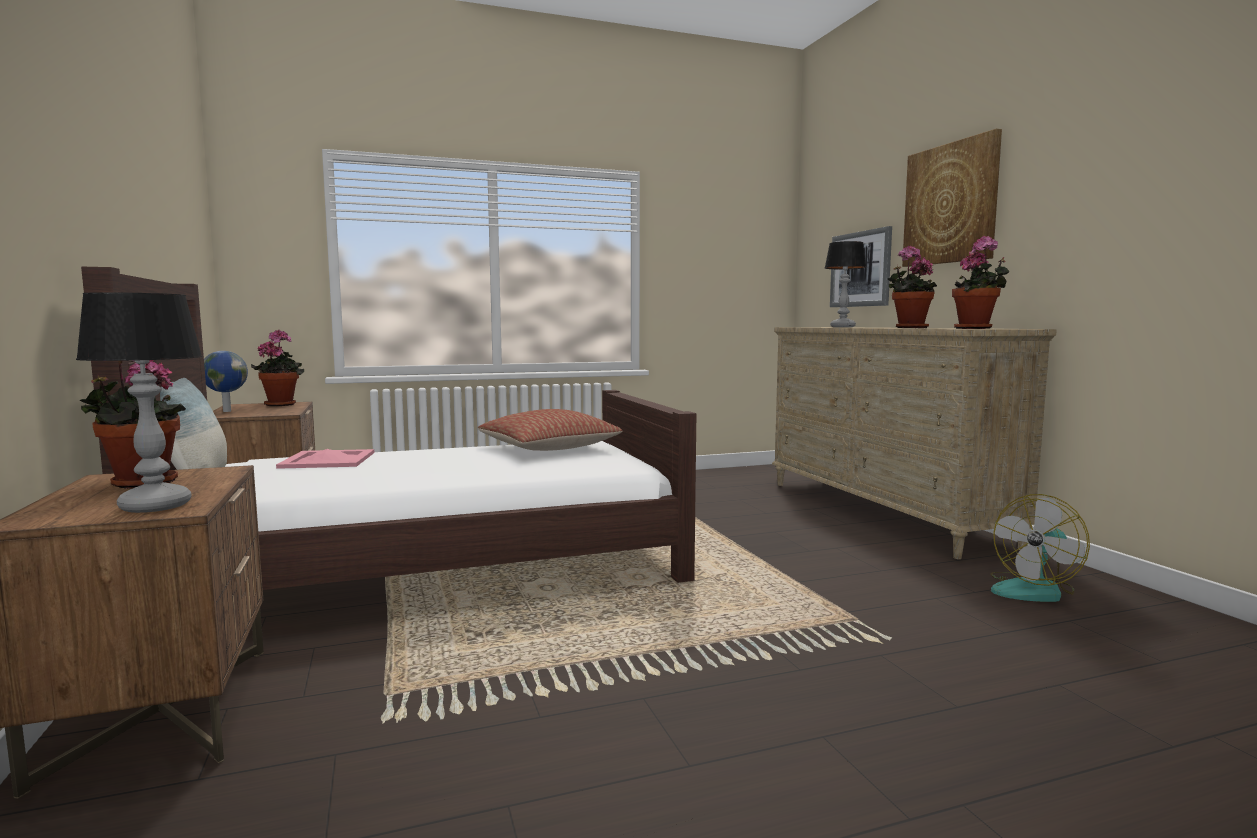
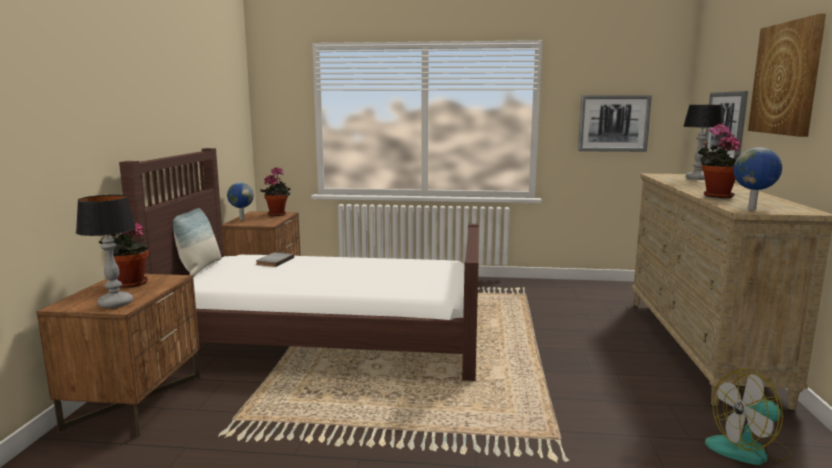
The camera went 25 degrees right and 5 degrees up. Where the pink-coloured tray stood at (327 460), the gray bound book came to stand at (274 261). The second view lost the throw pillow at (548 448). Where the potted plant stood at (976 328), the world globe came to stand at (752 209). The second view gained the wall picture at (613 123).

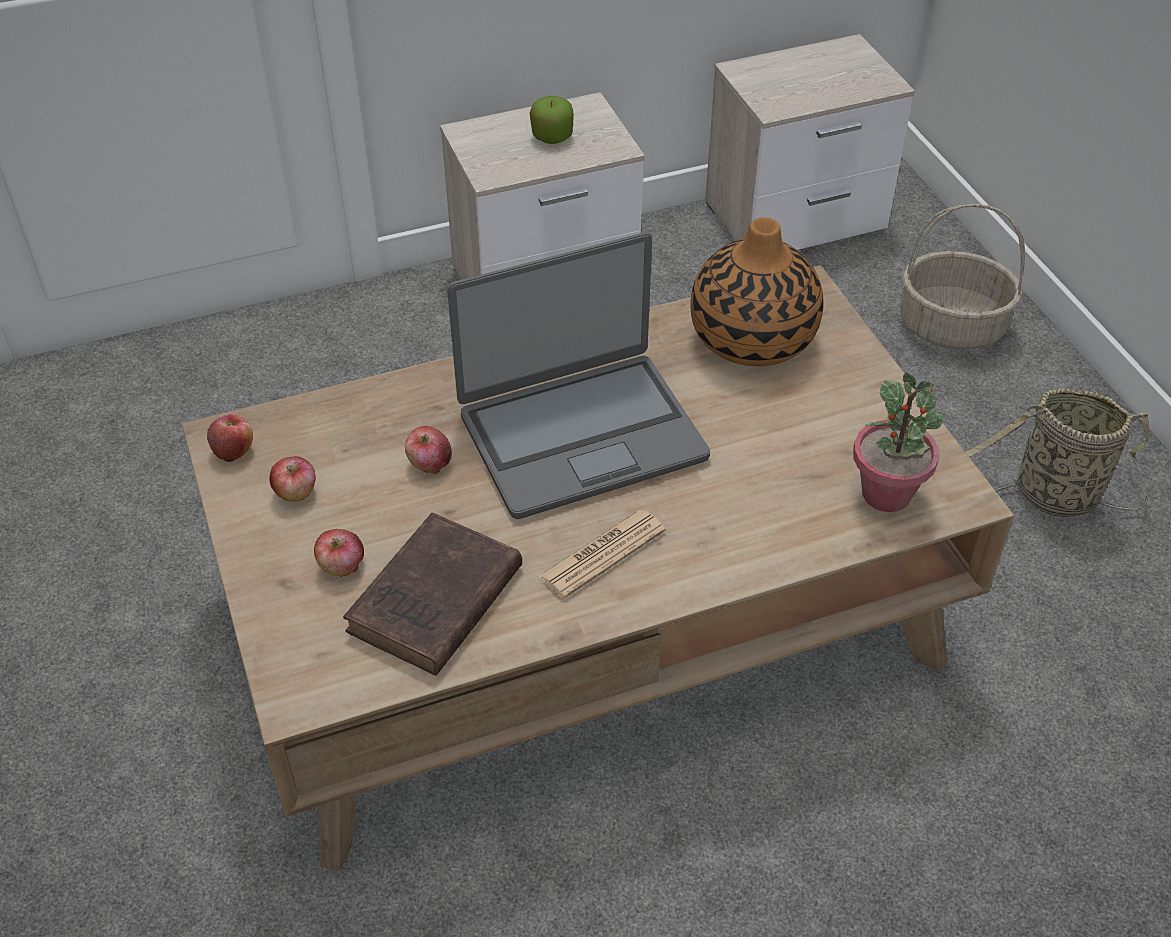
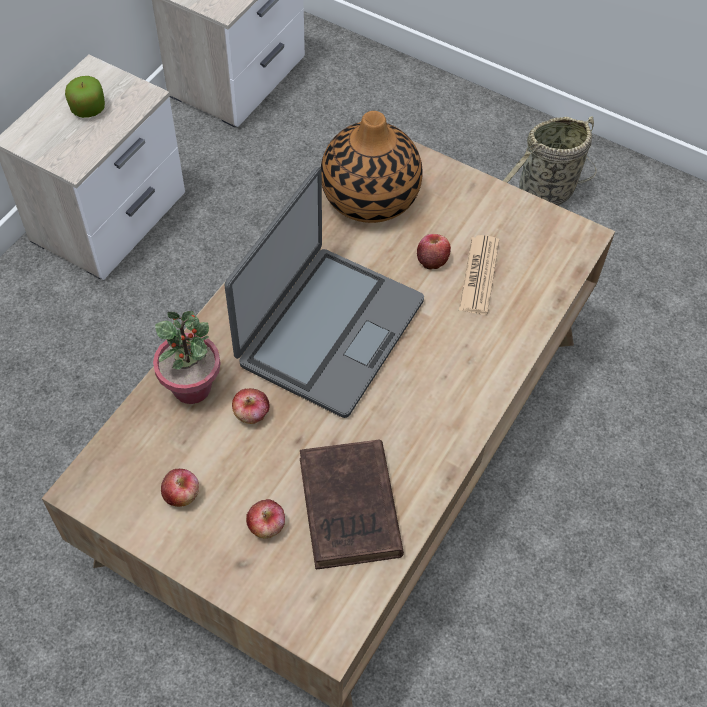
The camera went 40 degrees left and 10 degrees up. The whole apple ended up elsewhere, having gone from (234 450) to (432 259). The newspaper ended up elsewhere, having gone from (602 554) to (479 275). The potted plant ended up elsewhere, having gone from (887 493) to (192 387). The second view lost the storage basket at (950 327).

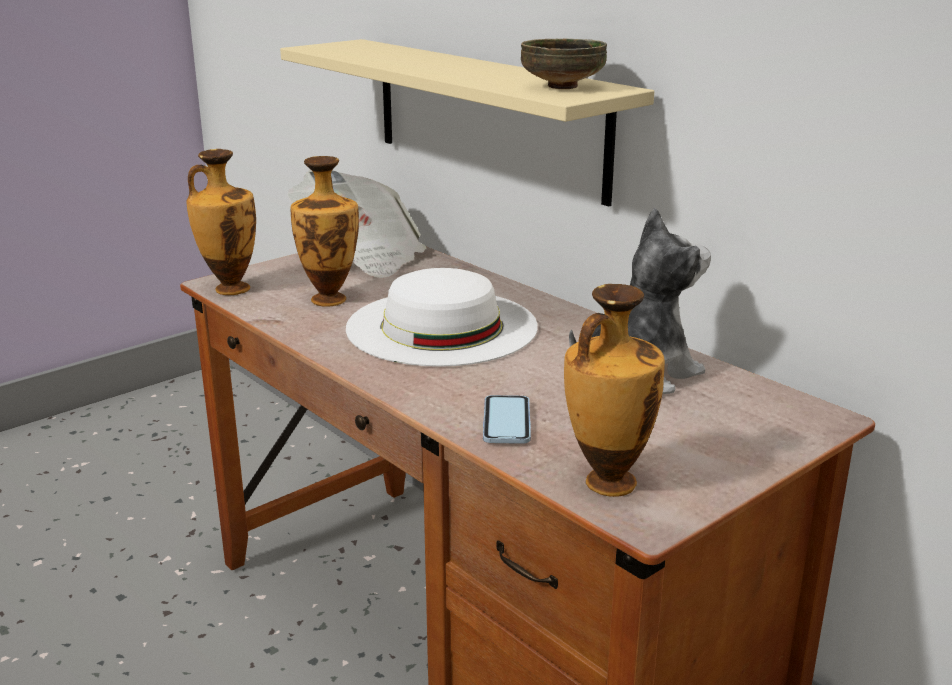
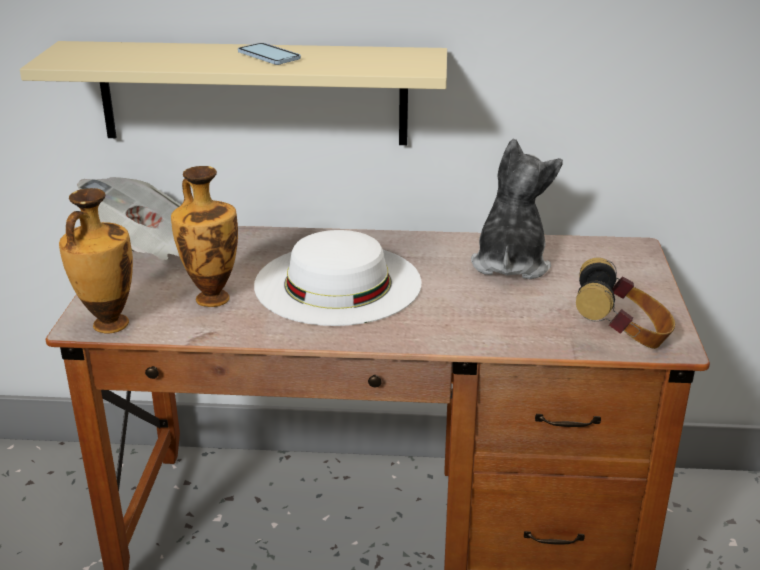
The camera went 45 degrees left and 5 degrees up. The telephone ended up elsewhere, having gone from (506 422) to (269 56). The second view lost the serving bowl at (562 87). Where the decorative vase stood at (606 483), the headset came to stand at (621 337).

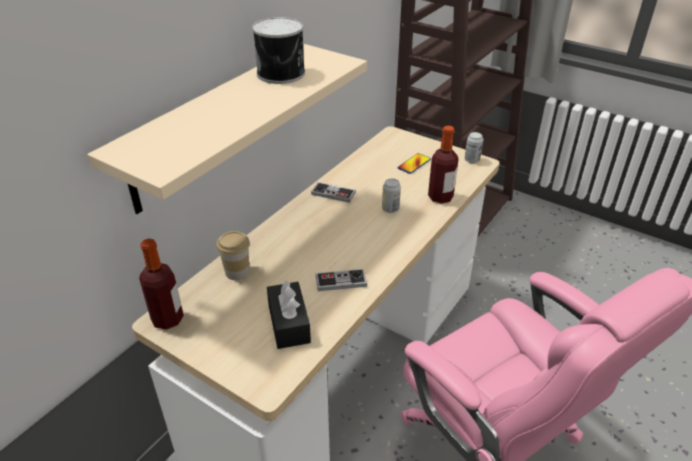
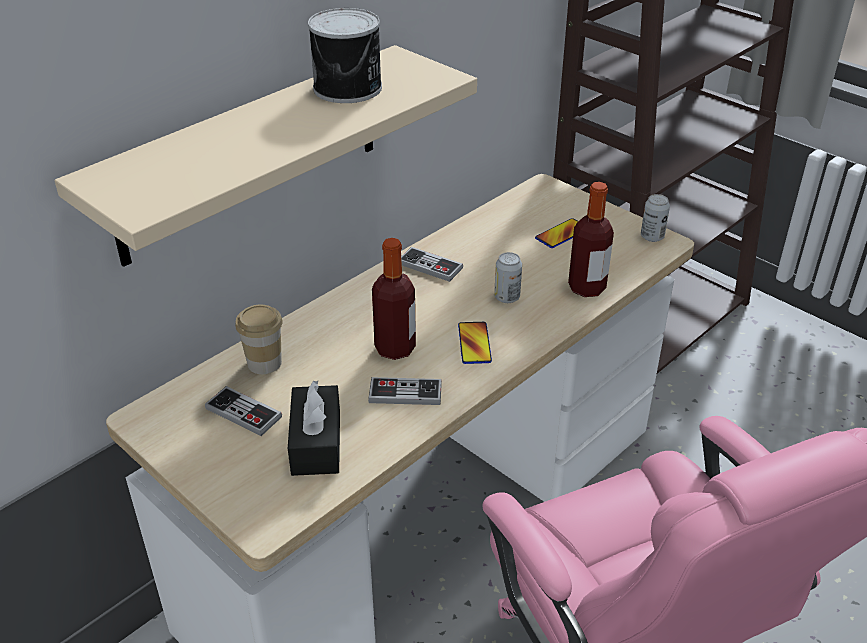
The camera went 10 degrees right and 0 degrees up. The beverage bottle ended up elsewhere, having gone from (167 319) to (395 348). The second view gained the joypad at (243 413). The second view gained the telephone at (474 343).

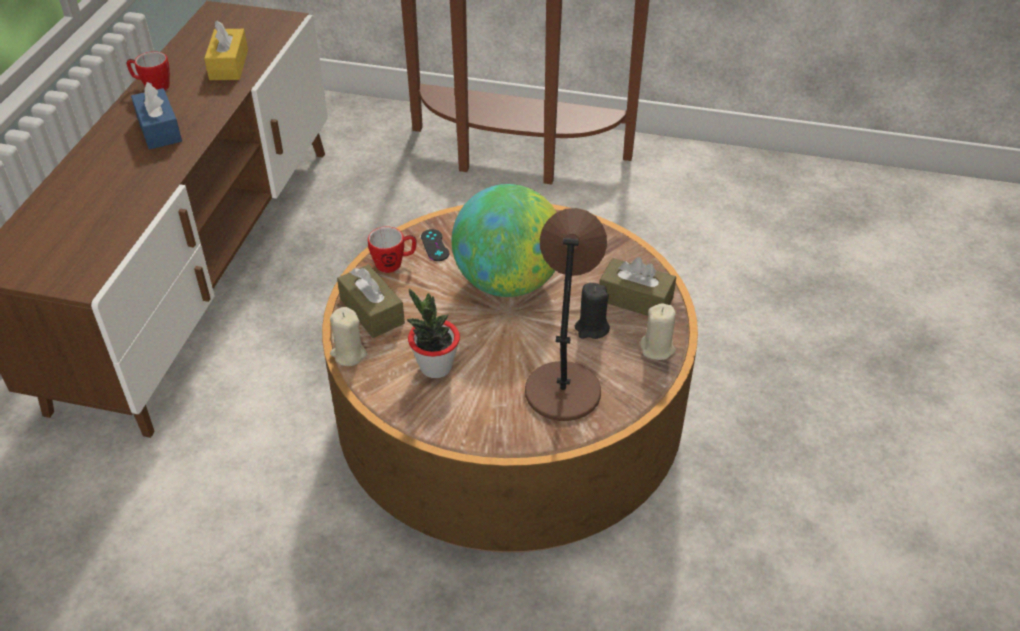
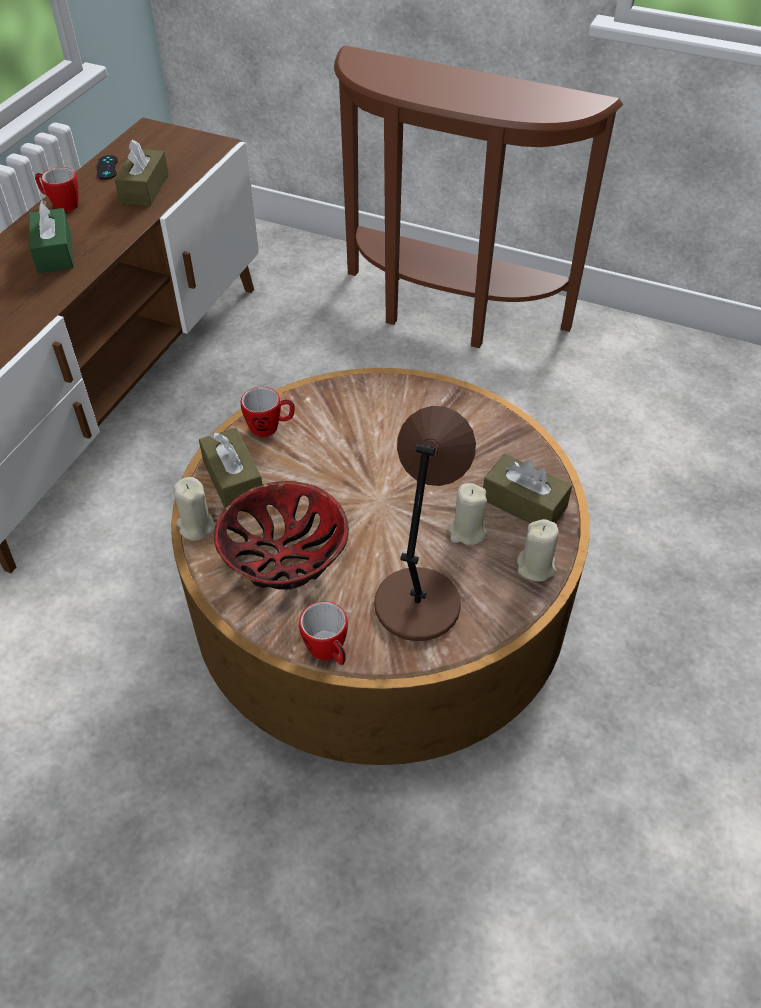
The camera went 10 degrees right and 5 degrees up. What was the blue tissue box at (159 129) turned into the greenish tissue box at (54 252). What was the yellow tissue box at (229 65) turned into the brown-coloured tissue box at (144 188). Where the potted plant stood at (435 367), the serving bowl came to stand at (284 554). The black joypad ended up elsewhere, having gone from (435 245) to (107 167). The second view lost the world globe at (508 282). What was the black wax candle at (591 328) turned into the sand-coloured wax candle at (467 532). The second view gained the mug at (329 652).

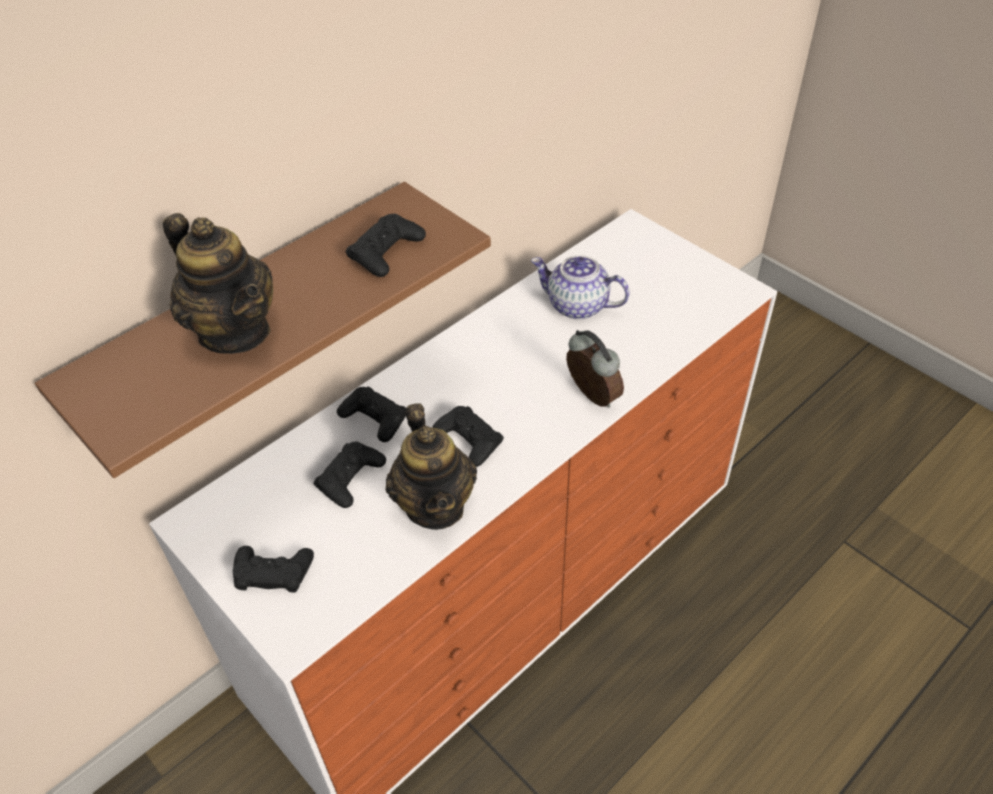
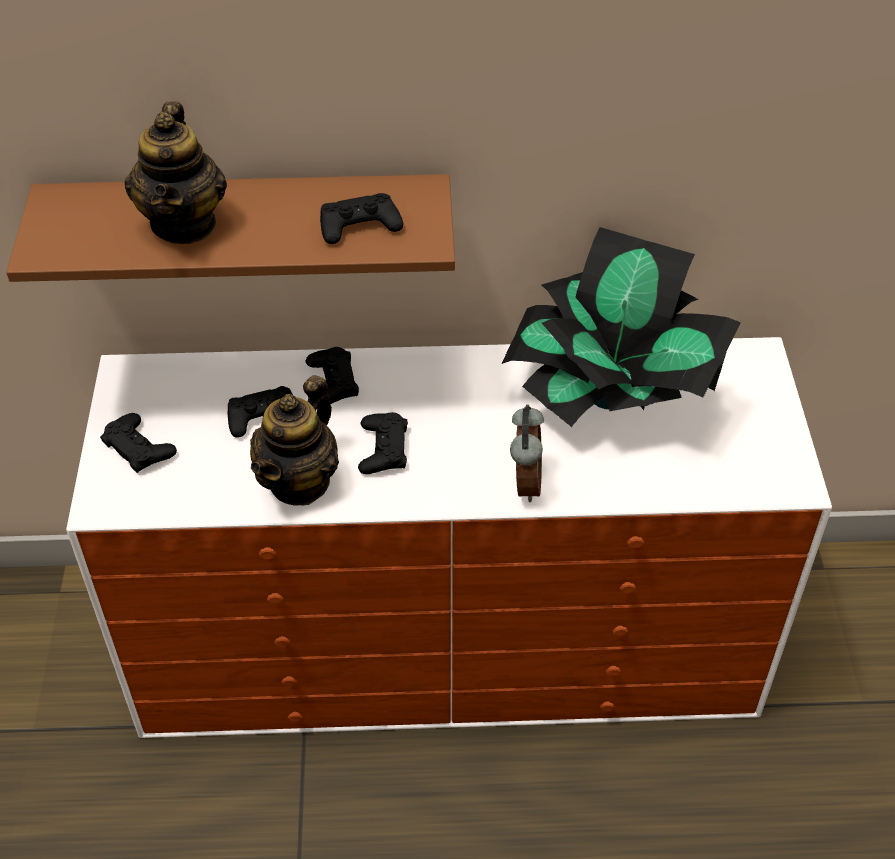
The camera went 40 degrees right and 0 degrees up. Where the tea pot stood at (577 306), the potted plant came to stand at (611 396).

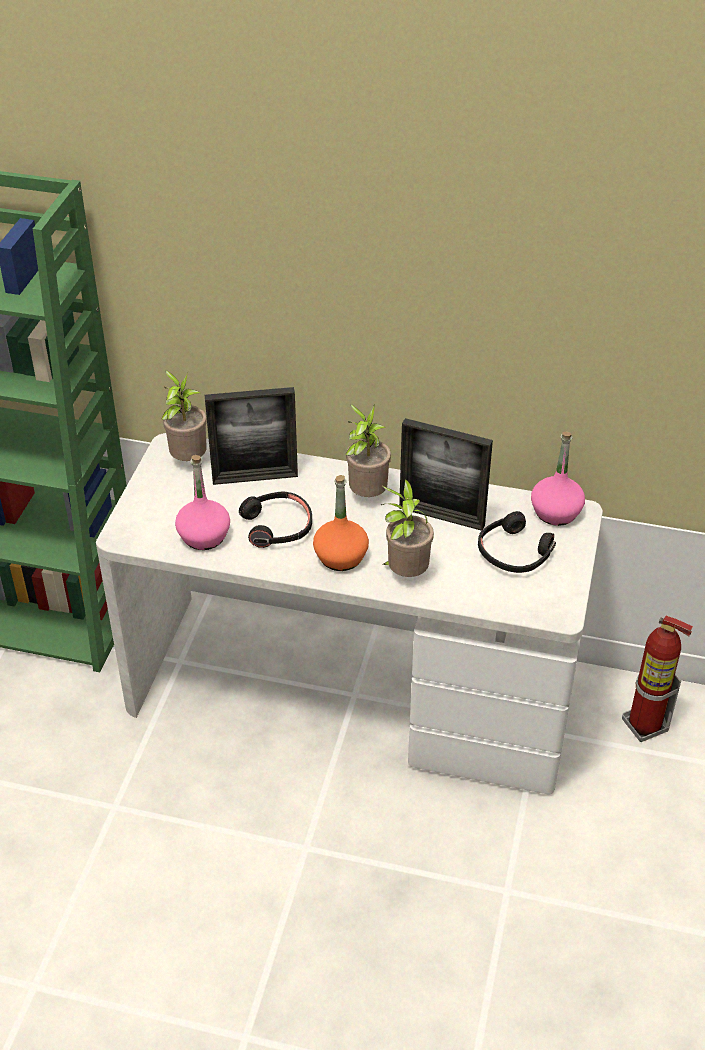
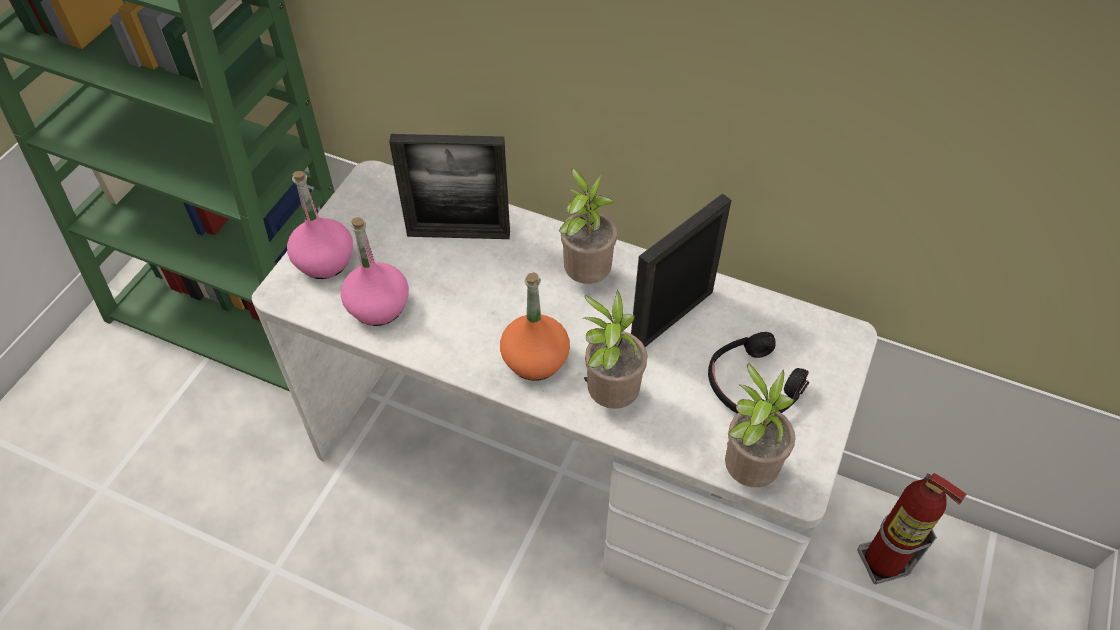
The camera went 10 degrees right and 10 degrees up. The potted plant ended up elsewhere, having gone from (188 460) to (746 470). The second view lost the black headset at (277 526). The picture frame at (441 516) ended up facing another way, 105 degrees clockwise from before. The pink-coloured beverage bottle ended up elsewhere, having gone from (555 512) to (324 261).

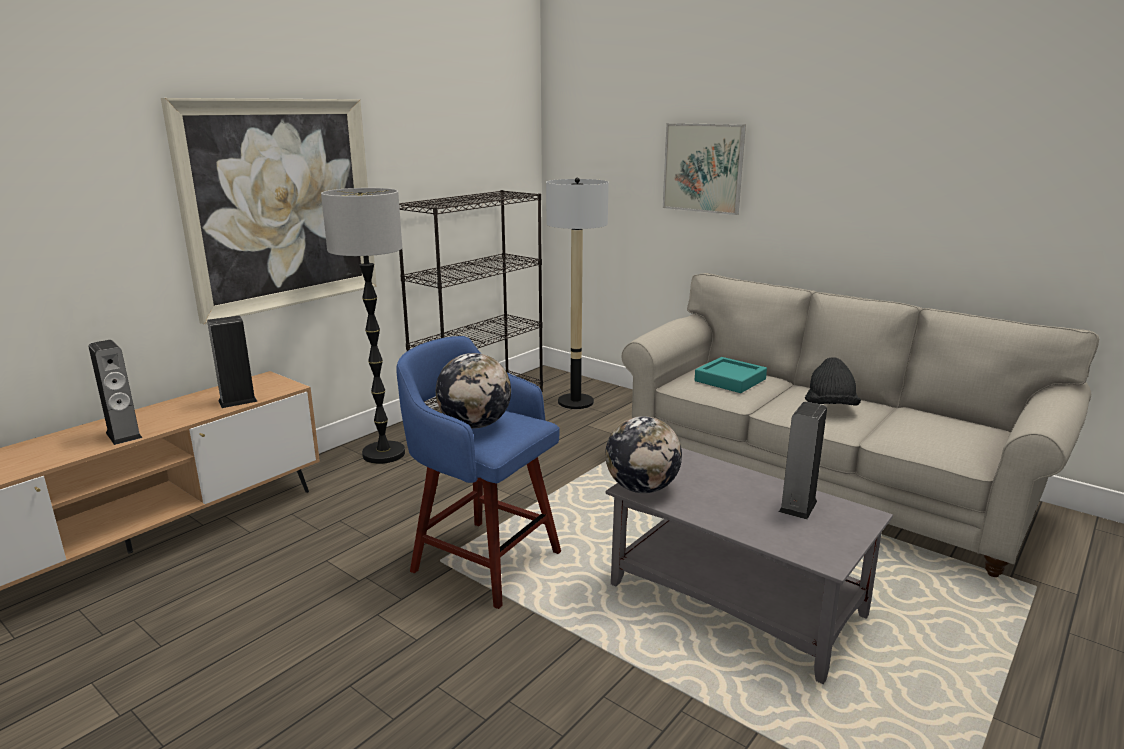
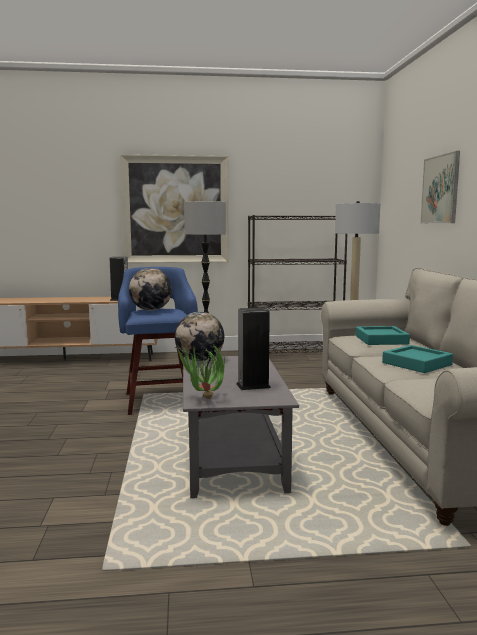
The camera went 45 degrees right and 10 degrees down. The second view lost the audio speaker at (124 435). Where the black clothing hat stood at (830 408), the blue-green tray came to stand at (417 364). The second view gained the potted plant at (203 400).

